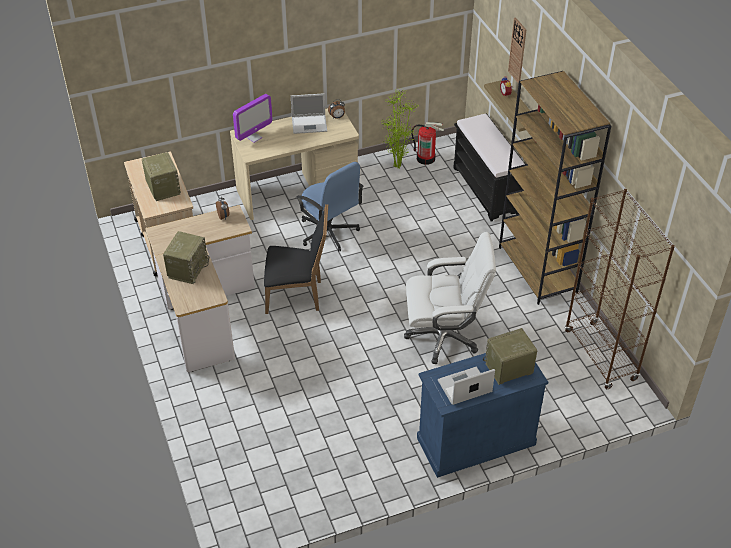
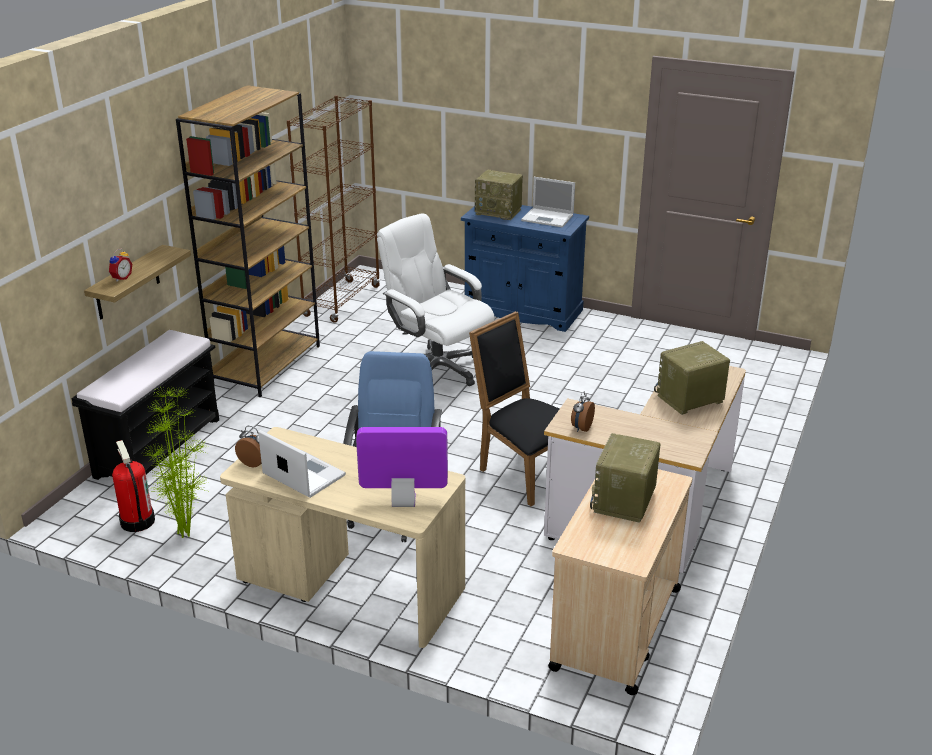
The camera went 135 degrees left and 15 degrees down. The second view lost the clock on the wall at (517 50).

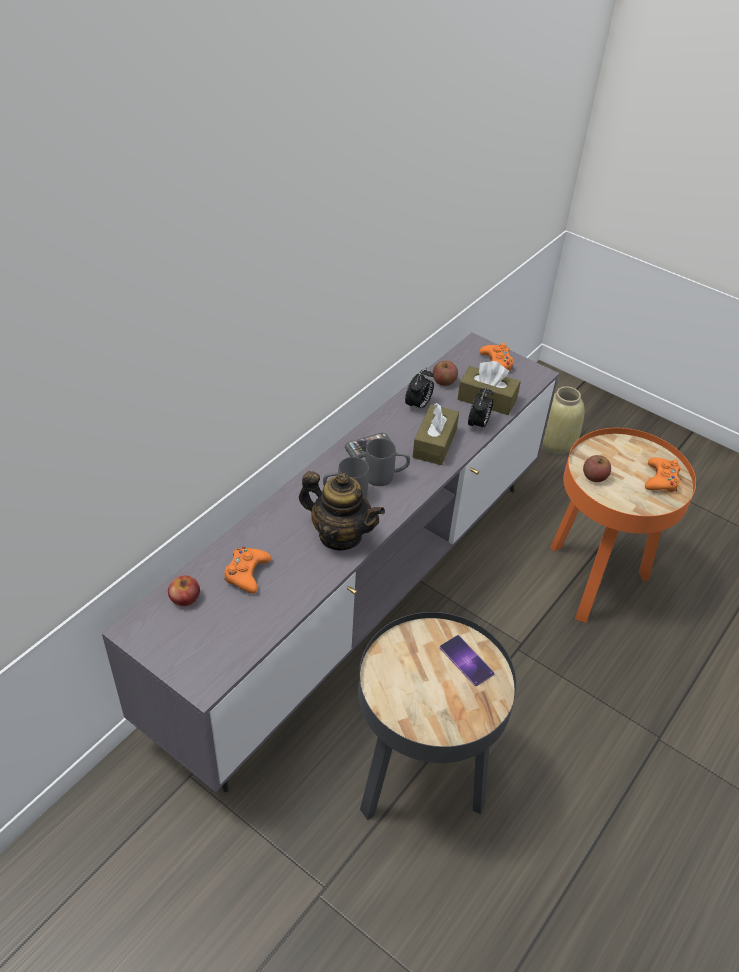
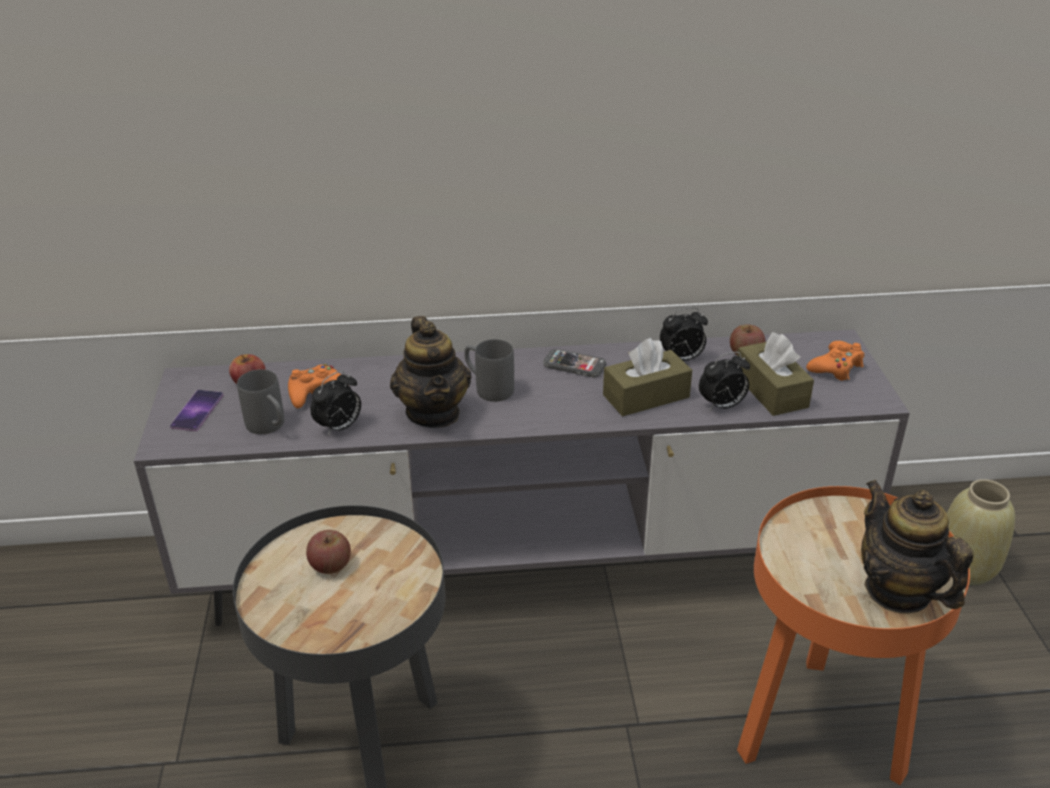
The camera went 50 degrees right and 10 degrees down. The gray mug ended up elsewhere, having gone from (386 477) to (270 427). The telephone ended up elsewhere, having gone from (466 660) to (197 410). The whole apple ended up elsewhere, having gone from (594 477) to (330 565). Where the orangey joypad stood at (661 480), the tea pot came to stand at (898 591). The second view gained the alarm clock at (339 428).

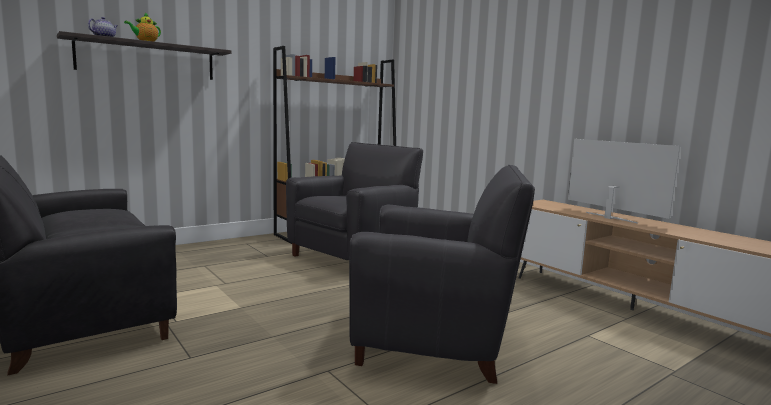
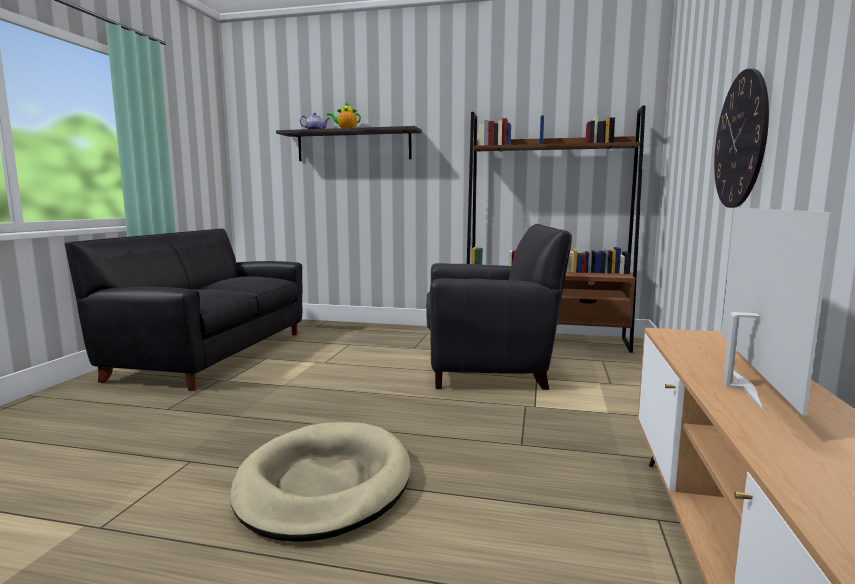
The camera went 50 degrees right and 0 degrees up. Where the black lounge chair stood at (435 341), the sand-coloured pet bed came to stand at (324 484). The second view gained the clock on the wall at (740 140).

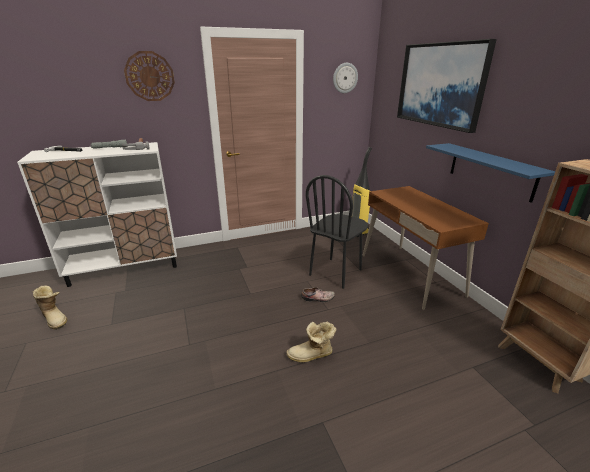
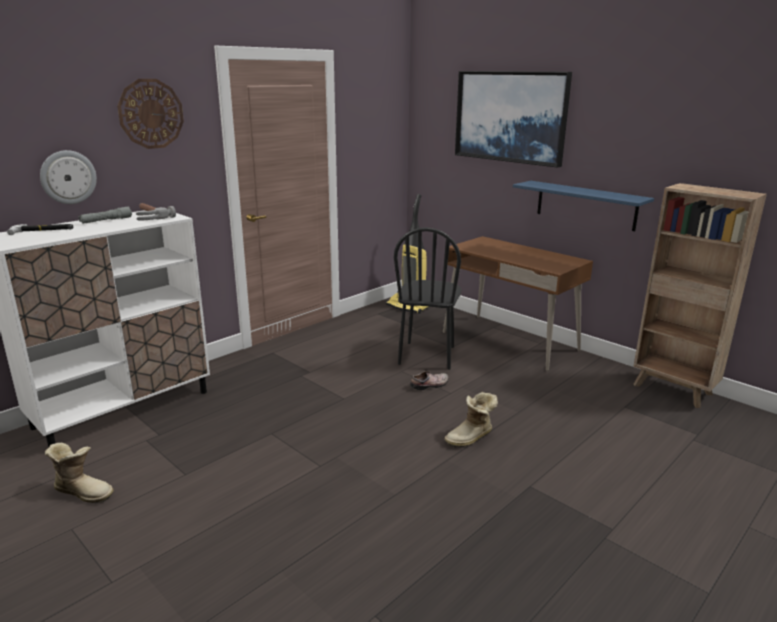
The camera went 25 degrees left and 5 degrees down. The clock on the wall ended up elsewhere, having gone from (345 78) to (68 177).

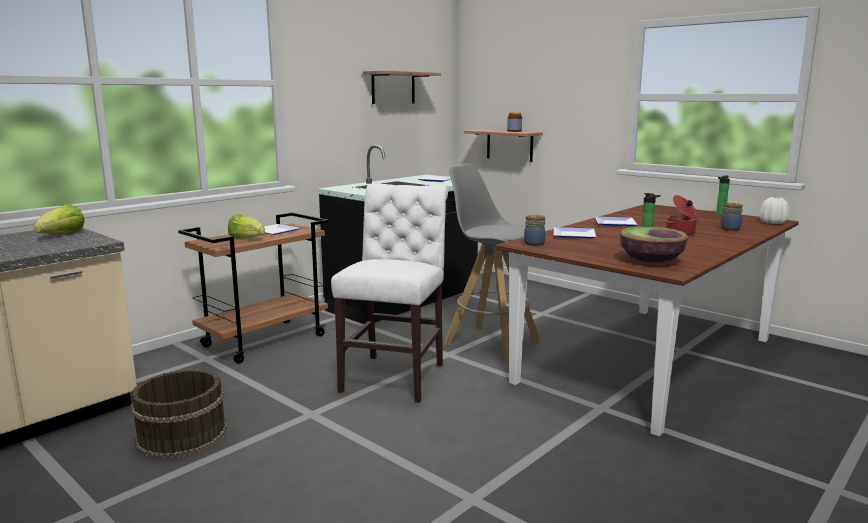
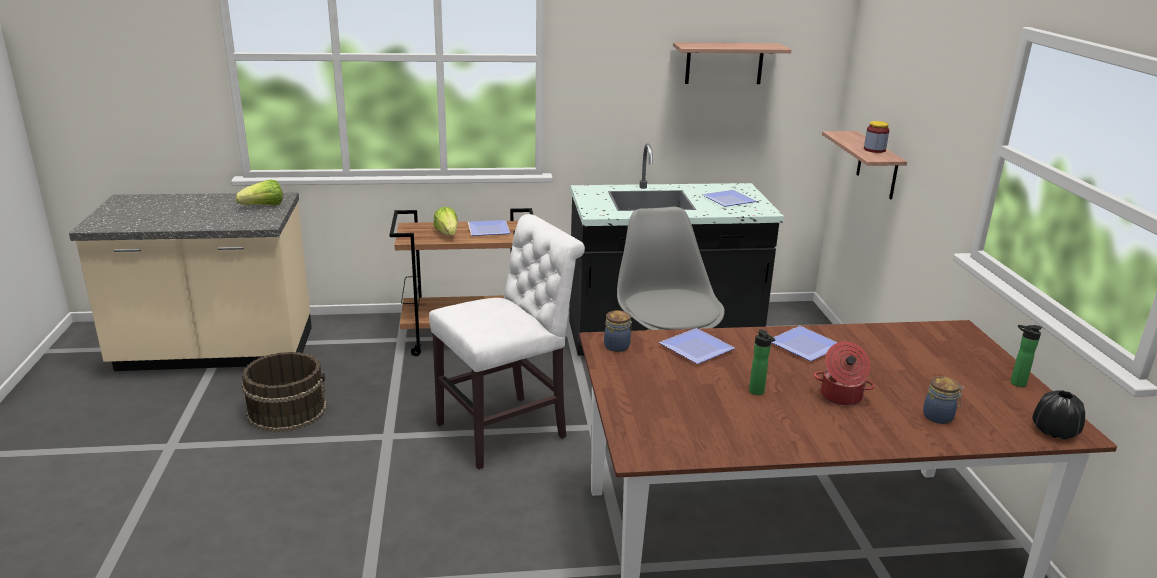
The camera went 40 degrees right and 10 degrees up. The second view lost the serving bowl at (651 261). What was the whitish decorative vase at (773 222) turned into the black decorative vase at (1054 431).

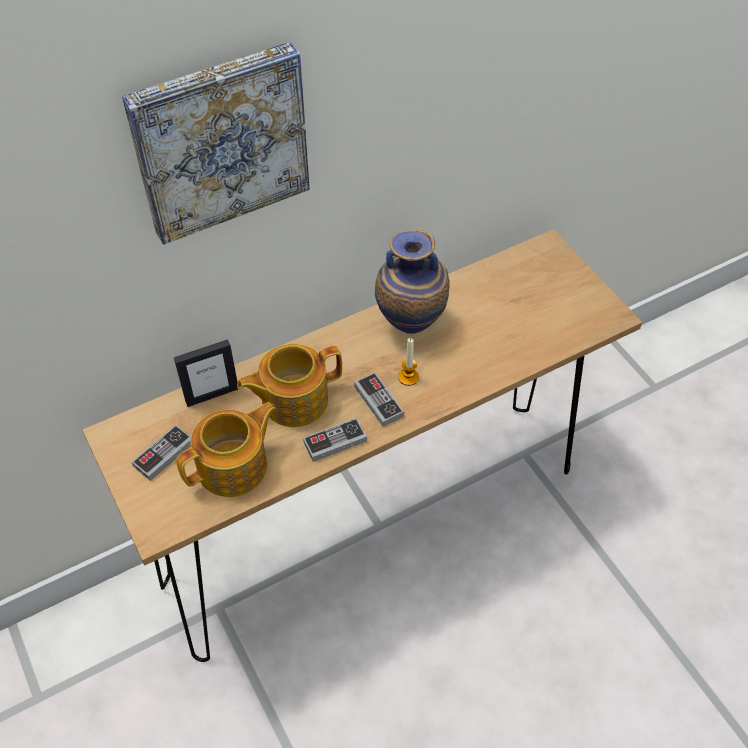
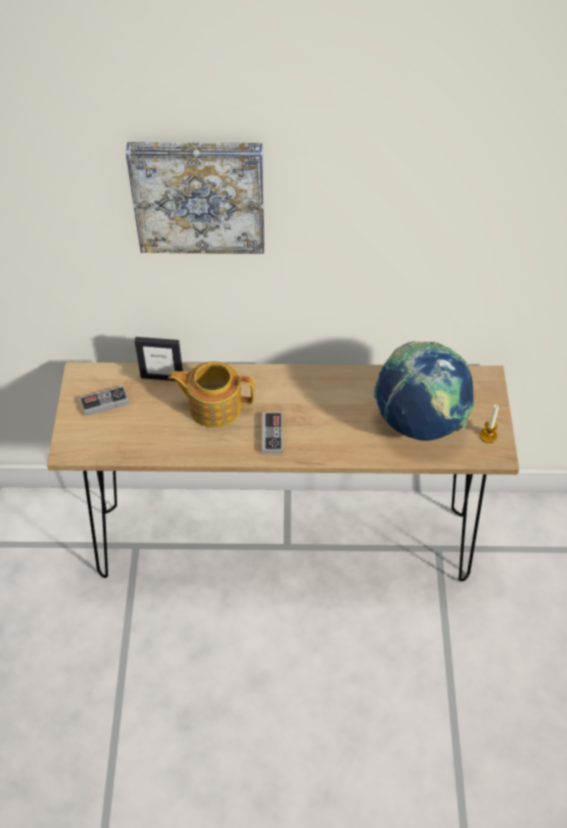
The camera went 30 degrees right and 0 degrees up. The second view lost the tea pot at (234 466). The second view lost the joypad at (335 441). The second view lost the decorative vase at (411 325). The wax candle ended up elsewhere, having gone from (408 377) to (488 436). The second view gained the world globe at (420 422).

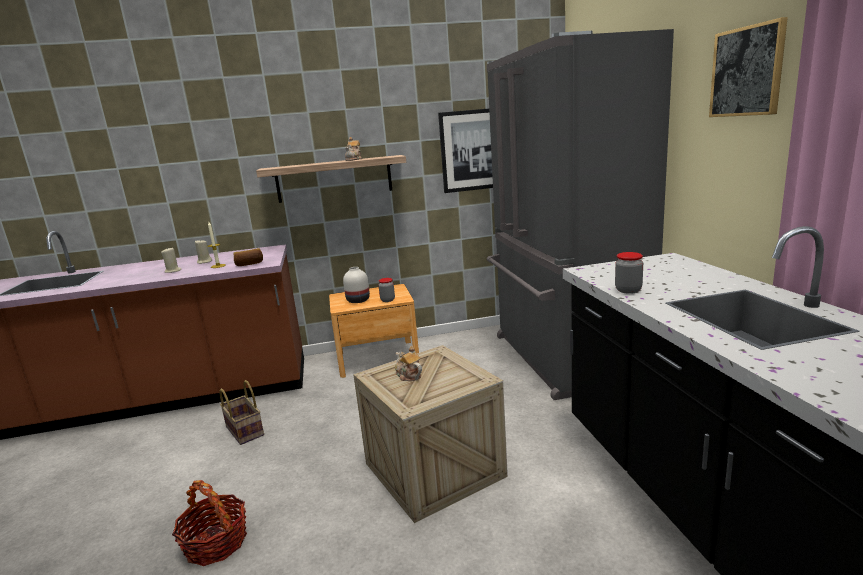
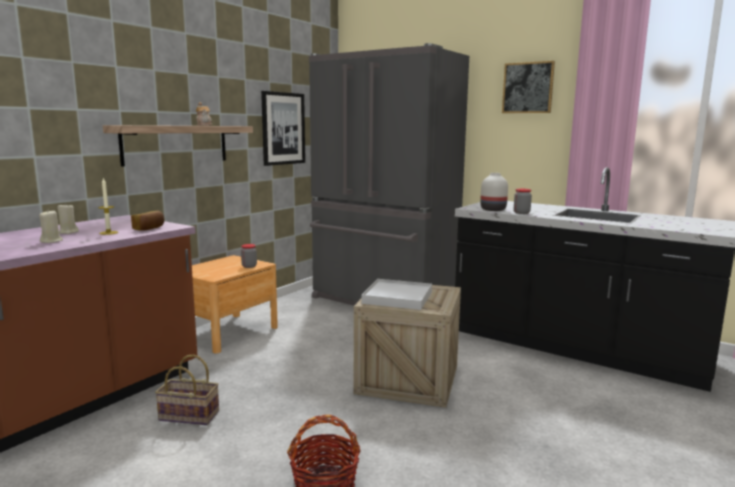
The camera went 45 degrees left and 5 degrees down. The whitish decorative vase ended up elsewhere, having gone from (357 300) to (493 210). Where the tea pot stood at (408 375), the whitish tray came to stand at (398 297).

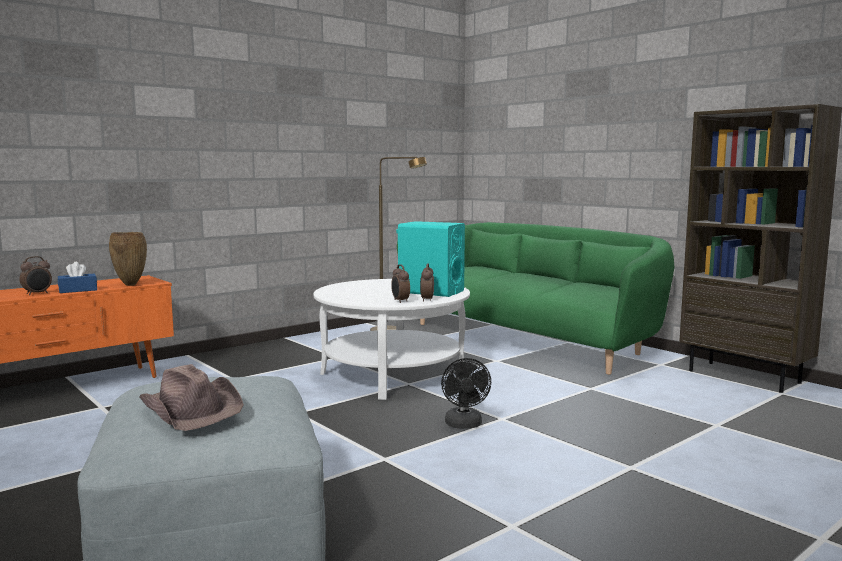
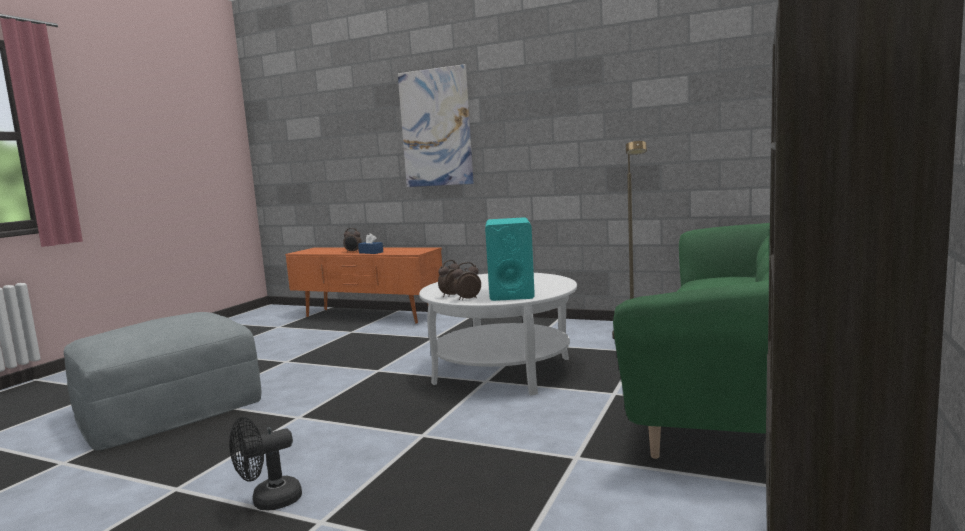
The camera went 65 degrees right and 0 degrees up. The second view lost the brown-coloured decorative vase at (131 285). The second view lost the brown-coloured clothing hat at (192 409). The black electric fan ended up elsewhere, having gone from (464 425) to (269 501). The second view gained the wall picture at (435 128).

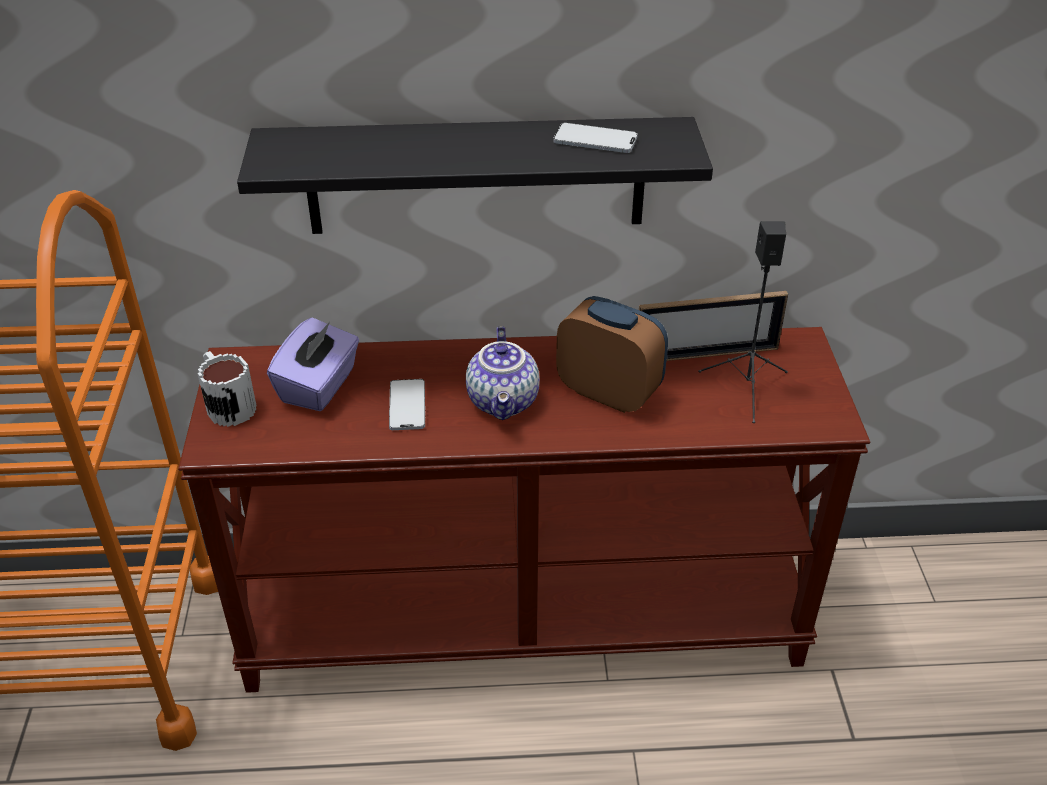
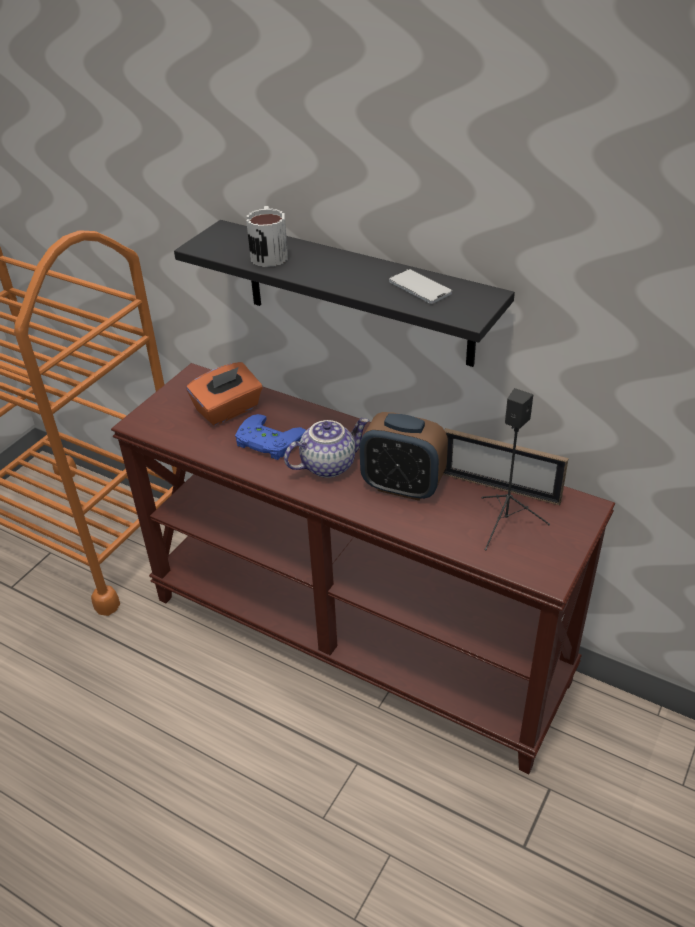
The camera went 35 degrees right and 0 degrees up. The mug ended up elsewhere, having gone from (227 404) to (269 253). What was the purple-coloured tissue box at (319 386) turned into the orangey tissue box at (228 410). Where the telephone stood at (407 406), the blue joypad came to stand at (266 443). The tea pot at (505 402) ended up facing another way, 150 degrees counterclockwise from before. The alarm clock at (609 393) ended up facing another way, 135 degrees clockwise from before.

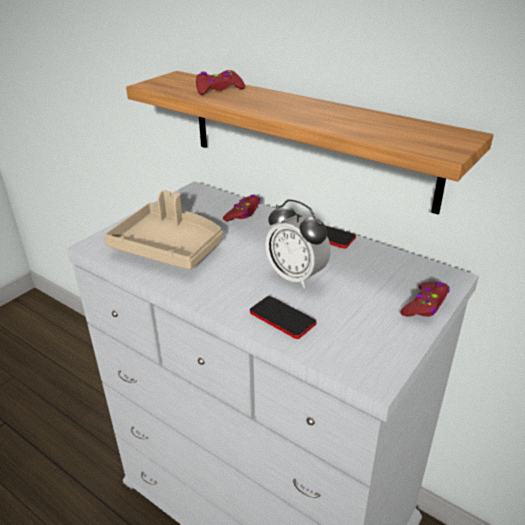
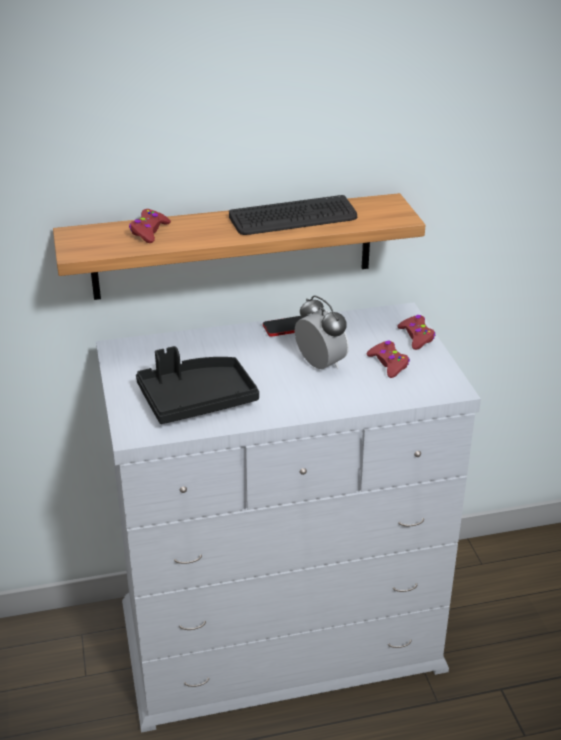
The camera went 50 degrees left and 0 degrees up. What was the sand-coloured tray at (169 247) turned into the black tray at (196 400). The reddish joypad ended up elsewhere, having gone from (243 213) to (388 364). The second view lost the telephone at (282 318). The alarm clock at (296 276) ended up facing another way, 120 degrees counterclockwise from before. The second view gained the PC keyboard at (293 218).

